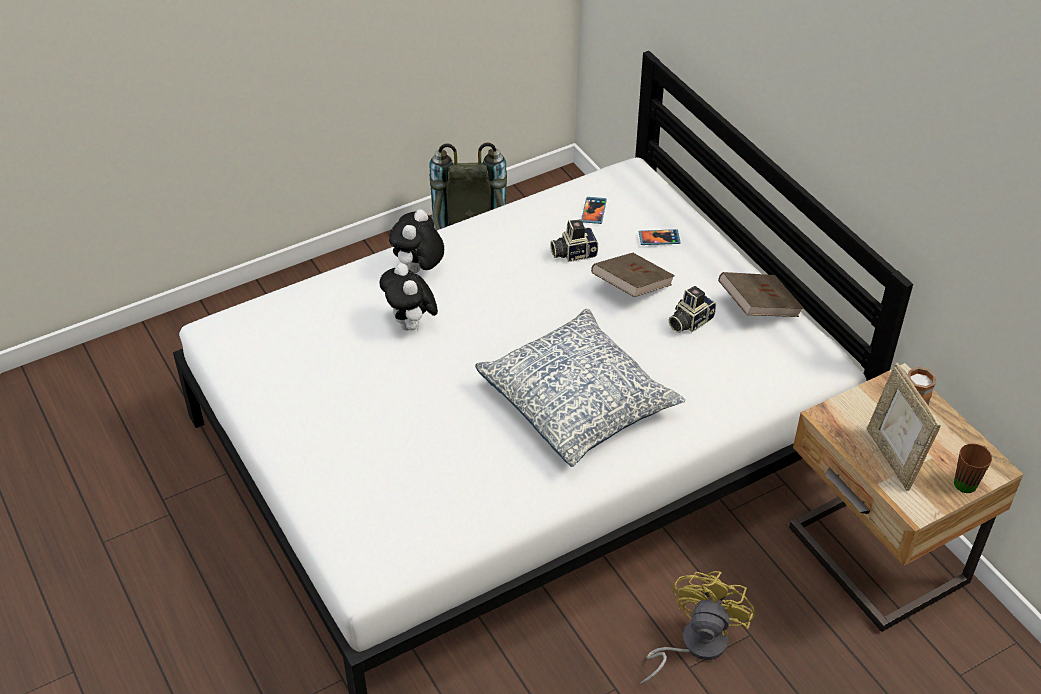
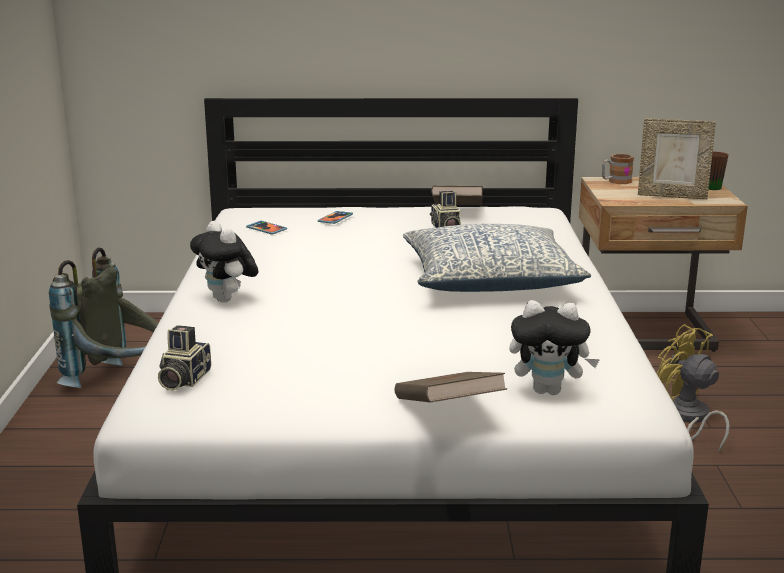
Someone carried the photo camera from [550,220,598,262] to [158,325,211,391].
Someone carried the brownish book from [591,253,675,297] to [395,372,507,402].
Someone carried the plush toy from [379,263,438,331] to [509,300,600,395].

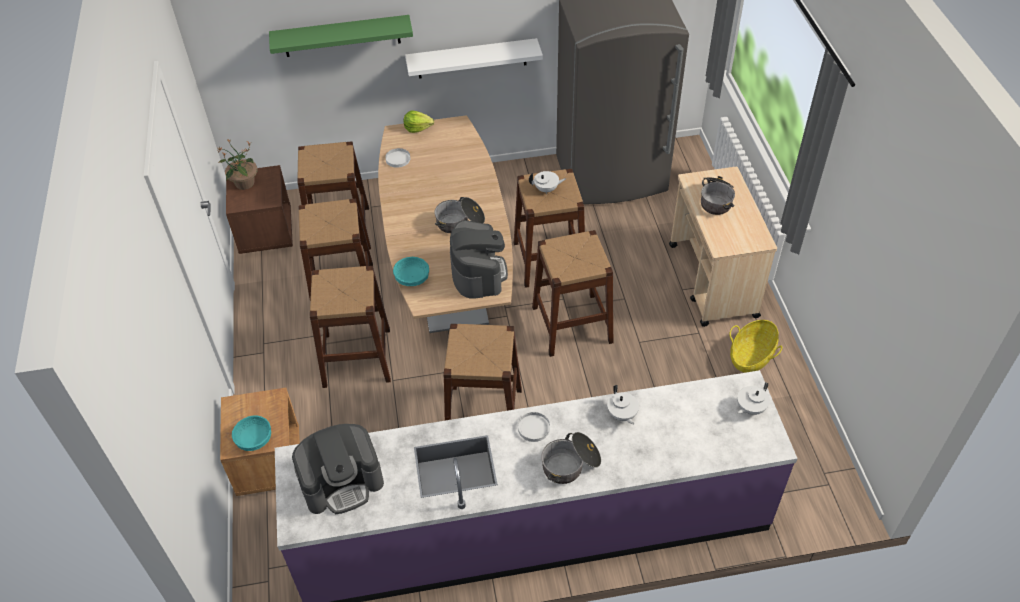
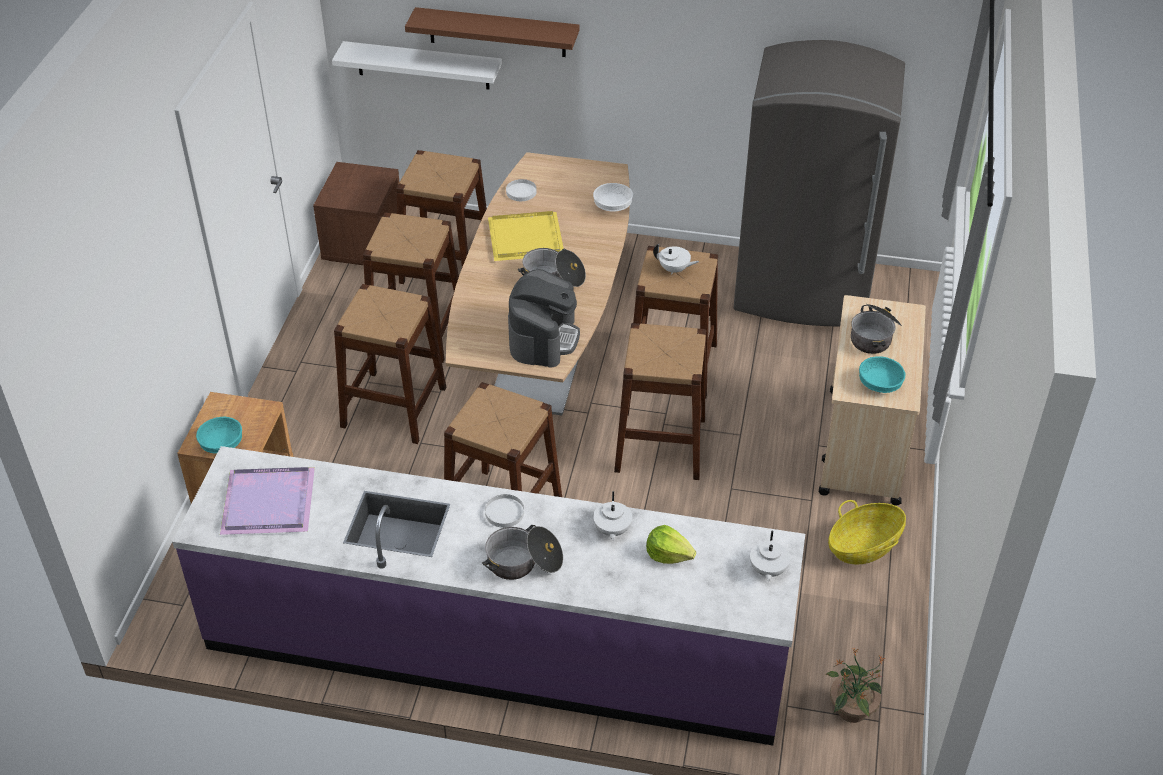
Someone repainted the green-coloured bracket shelf at [269,15,413,57], which became the brownish bracket shelf at [405,7,580,57].
Someone carried the white-coloured bracket shelf from [405,38,543,79] to [332,41,502,89].
Someone carried the head of lettuce from [404,111,434,133] to [646,525,696,564].
Someone carried the potted plant from [218,139,258,190] to [826,648,885,723].
Someone carried the blue-green bowl from [393,257,429,286] to [859,356,906,393].
Someone rotated the white-coloured teapot at [737,382,770,415] by 60 degrees counterclockwise.
Someone swapped the coffee maker at [292,424,384,514] for the purple tray at [220,467,315,535].
Someone put down the white-coloured bowl at [593,183,633,212].
Someone put down the yellow-coloured tray at [488,211,564,261].

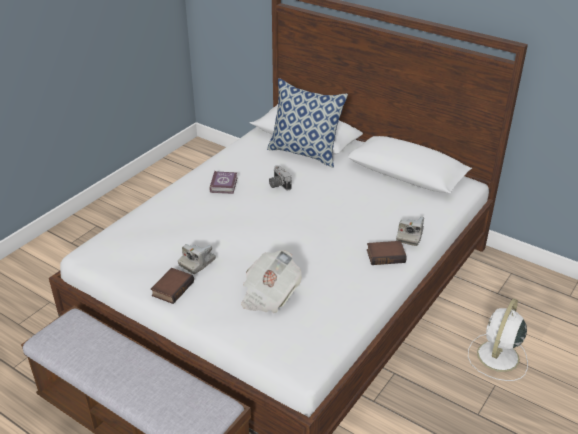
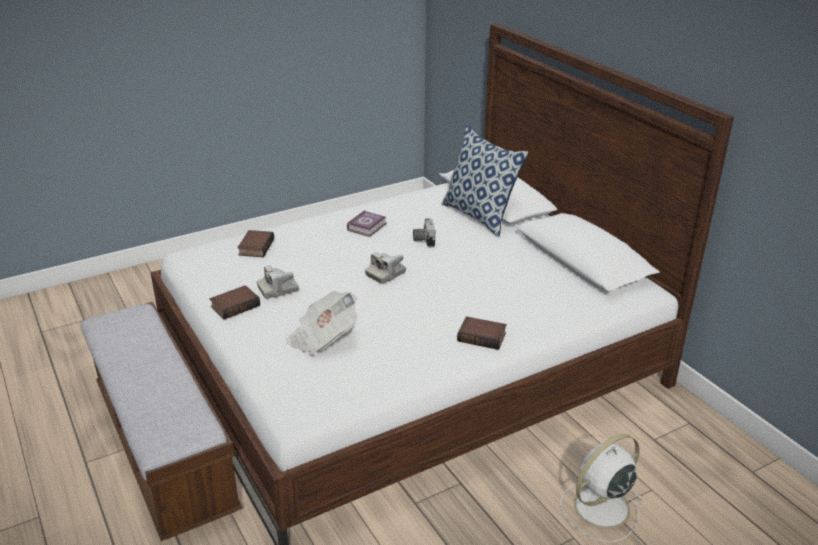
Someone carried the photo camera from [396,216,424,246] to [365,252,406,284].
Someone put down the book at [238,230,274,257].

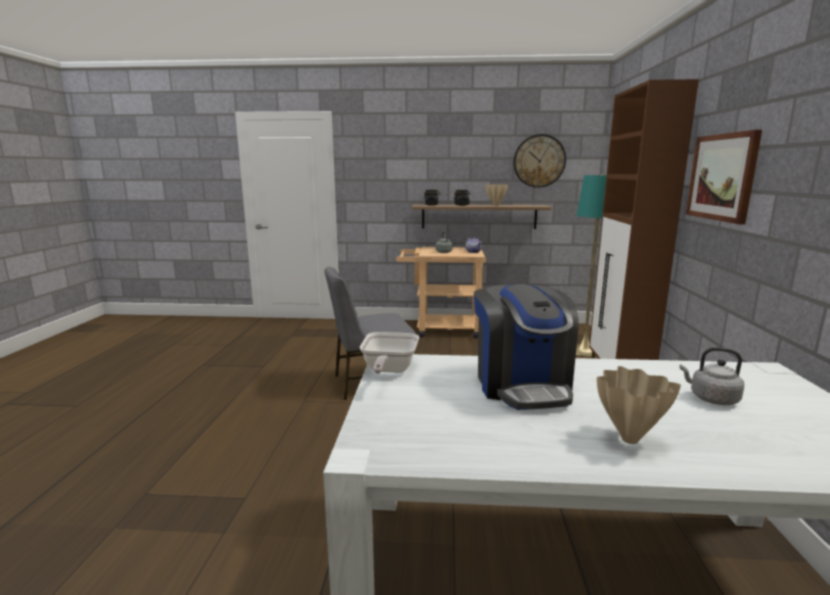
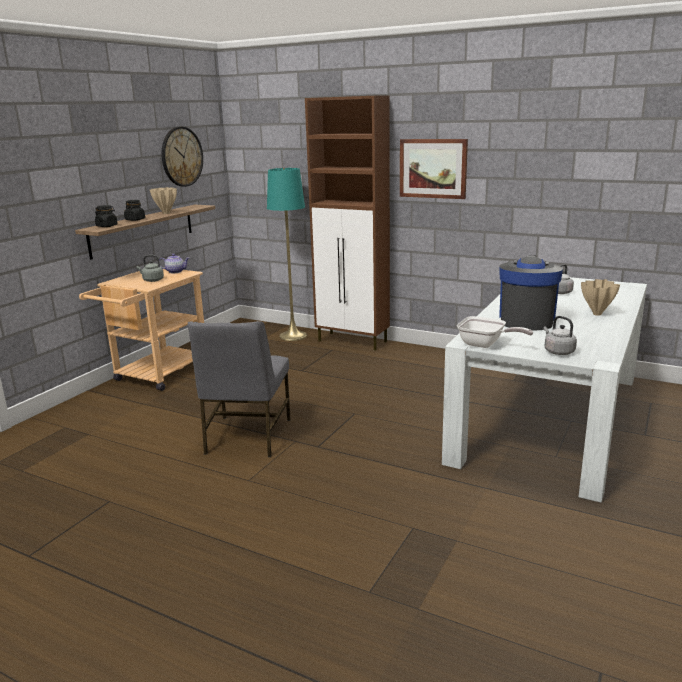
Someone rotated the coffee maker at [474,284,579,410] by 90 degrees counterclockwise.
Someone put down the grey kettle at [544,316,577,355].

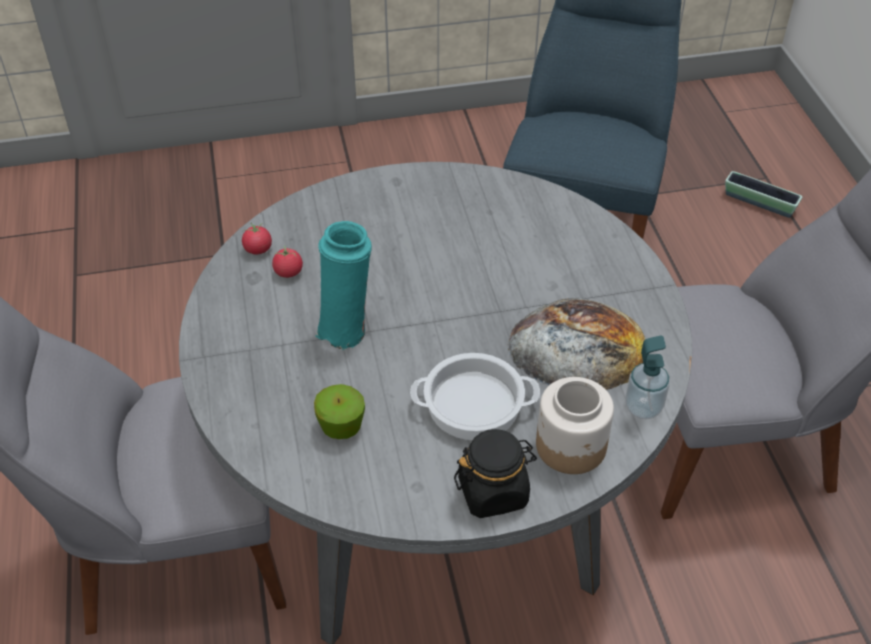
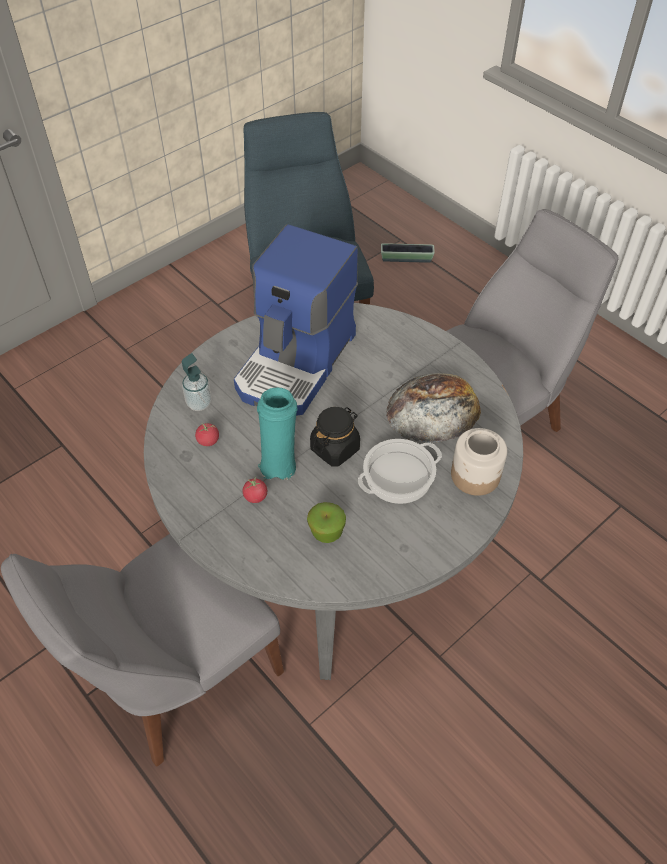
Someone carried the whole tomato from [242,222,272,254] to [243,476,267,503].
Someone carried the soap bottle from [625,336,670,419] to [182,353,212,411].
Someone carried the black storage jar from [454,429,537,518] to [310,407,360,467].
Someone put down the coffee maker at [234,224,358,416].

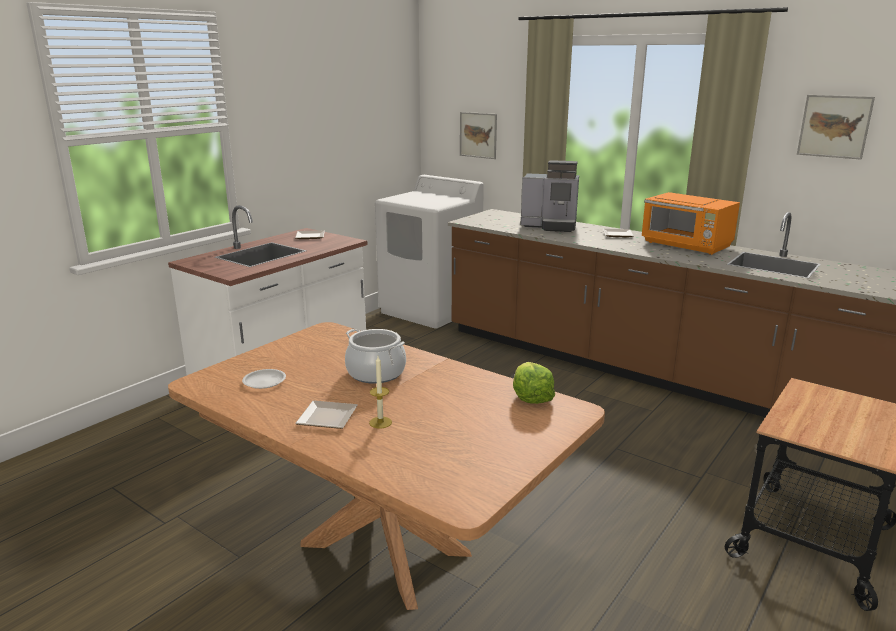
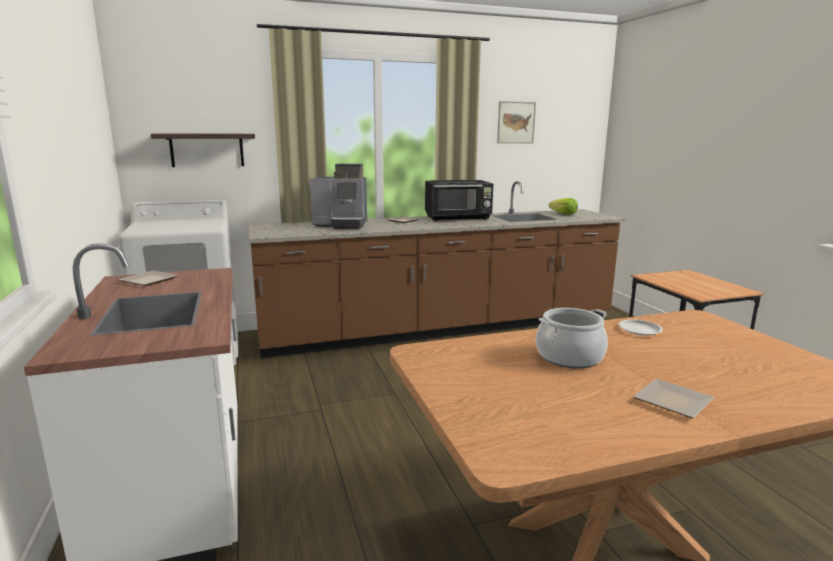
Someone swapped the wall picture at [460,112,497,159] for the bracket shelf at [150,133,255,167].
Someone rotated the coffee maker at [521,160,579,232] by 45 degrees clockwise.
Someone repainted the orange microwave at [641,192,740,255], which became the black microwave at [425,180,493,221].
Someone took away the wax light at [369,356,392,428].
Someone carried the head of lettuce from [513,362,555,404] to [549,198,578,215].
Someone carried the white-coloured flat dish from [242,369,286,389] to [619,319,663,336].

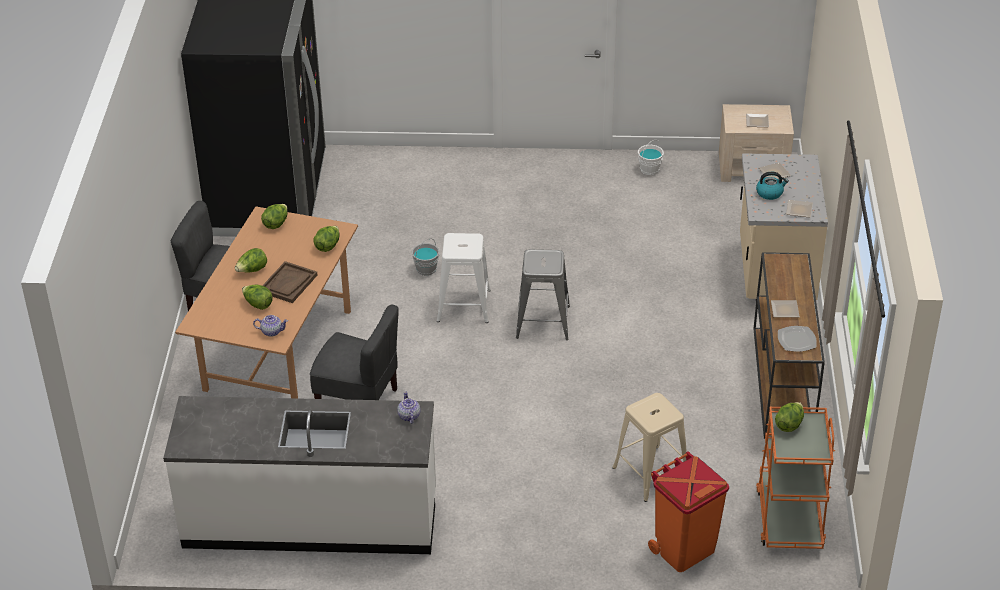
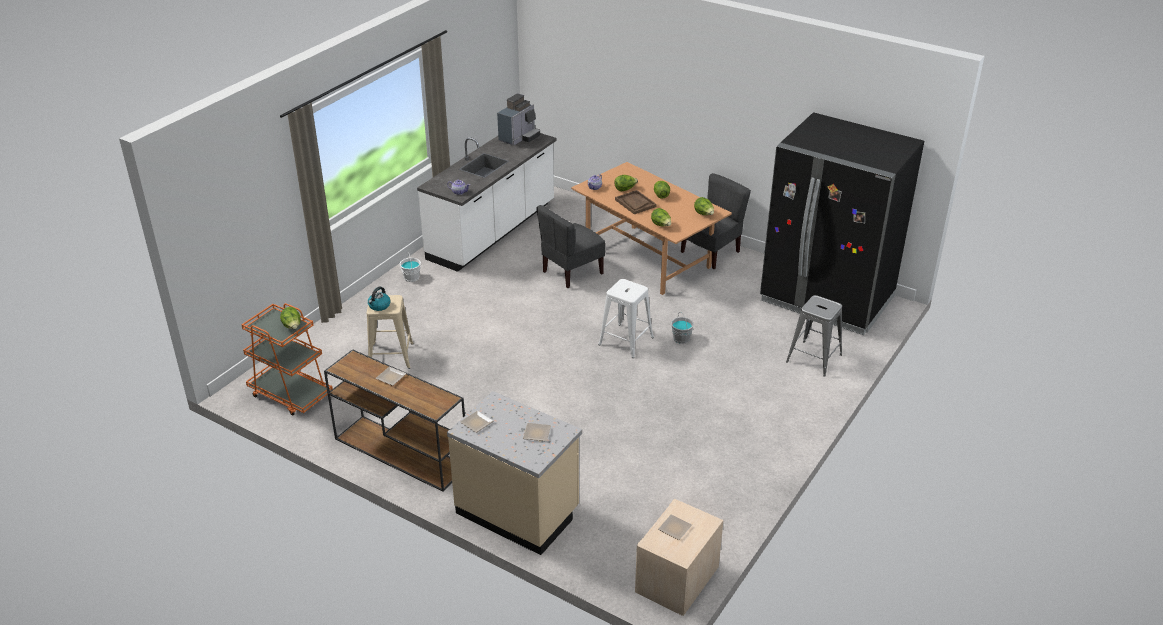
Someone carried the white-coloured water bucket from [638,140,664,175] to [400,252,421,282].
Someone carried the kettle from [756,172,789,200] to [368,286,390,311].
Someone carried the grey stool from [516,249,570,340] to [786,295,842,377].
Someone took away the flat dish at [778,326,817,352].
Someone took away the orange trash can at [648,452,729,572].
Someone put down the coffee maker at [497,93,540,146].

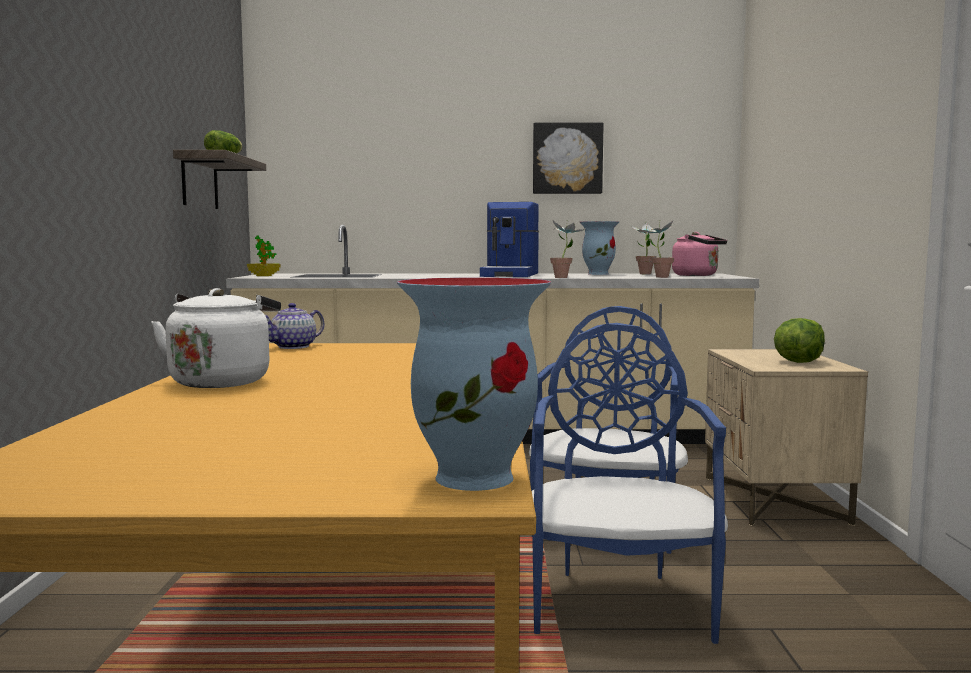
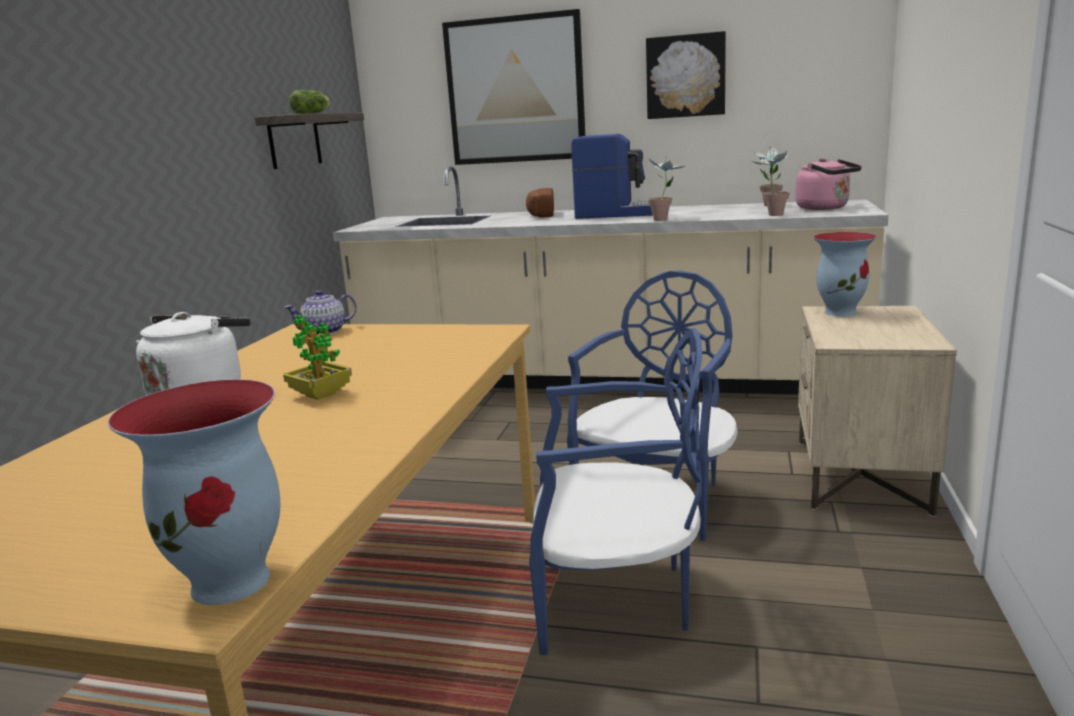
Someone rotated the coffee maker at [480,202,539,277] by 105 degrees counterclockwise.
Someone carried the decorative vase from [580,221,619,275] to [813,232,877,316].
Someone carried the potted plant from [247,236,280,276] to [283,315,352,400].
Someone took away the head of lettuce at [774,318,825,363].
Someone rotated the blue chair at [532,323,728,644] by 75 degrees clockwise.
Someone put up the wall picture at [442,9,585,165].
Someone put down the bakery bread at [526,188,554,218].

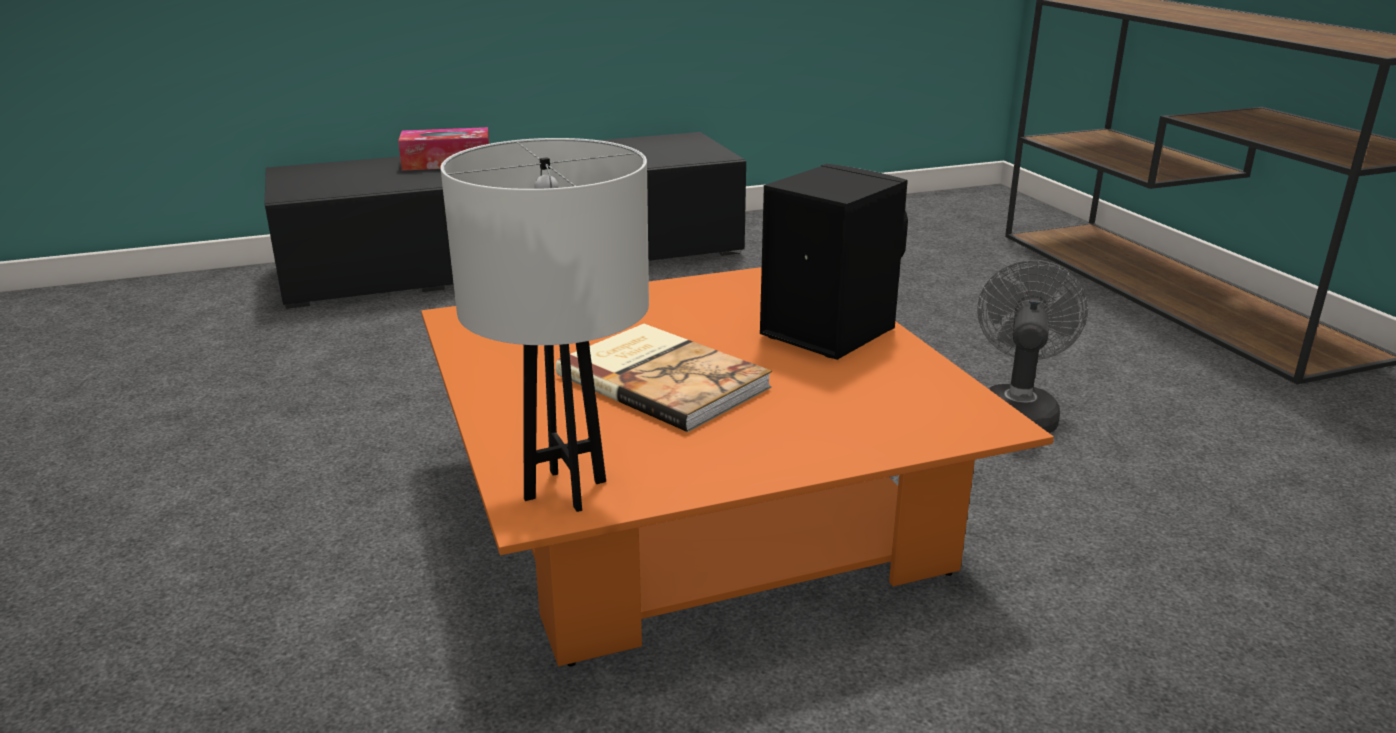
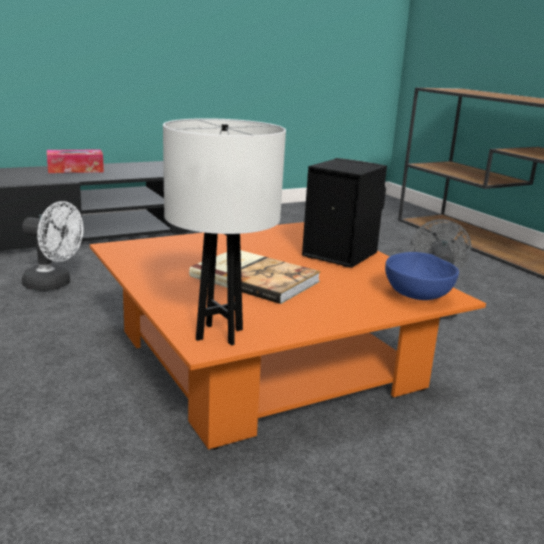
Someone put down the white-coloured cooling fan at [22,201,83,291].
Someone put down the blue bowl at [385,252,459,300].

